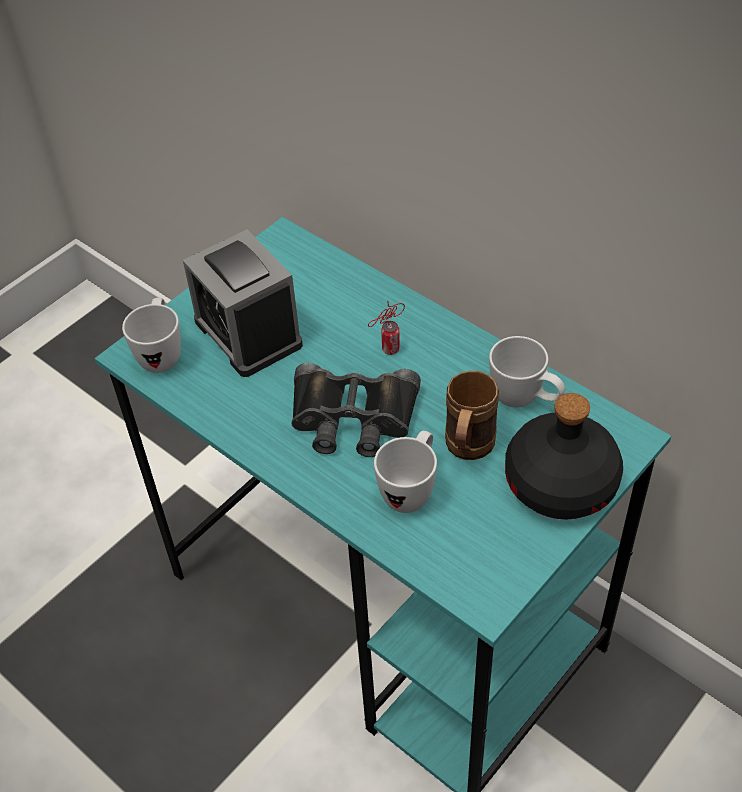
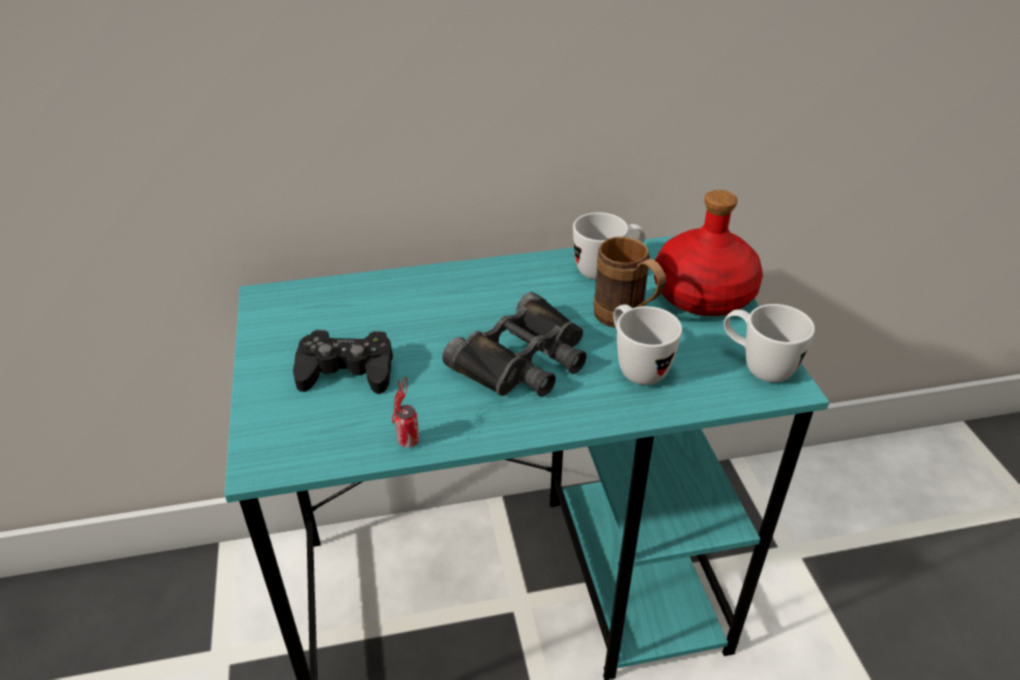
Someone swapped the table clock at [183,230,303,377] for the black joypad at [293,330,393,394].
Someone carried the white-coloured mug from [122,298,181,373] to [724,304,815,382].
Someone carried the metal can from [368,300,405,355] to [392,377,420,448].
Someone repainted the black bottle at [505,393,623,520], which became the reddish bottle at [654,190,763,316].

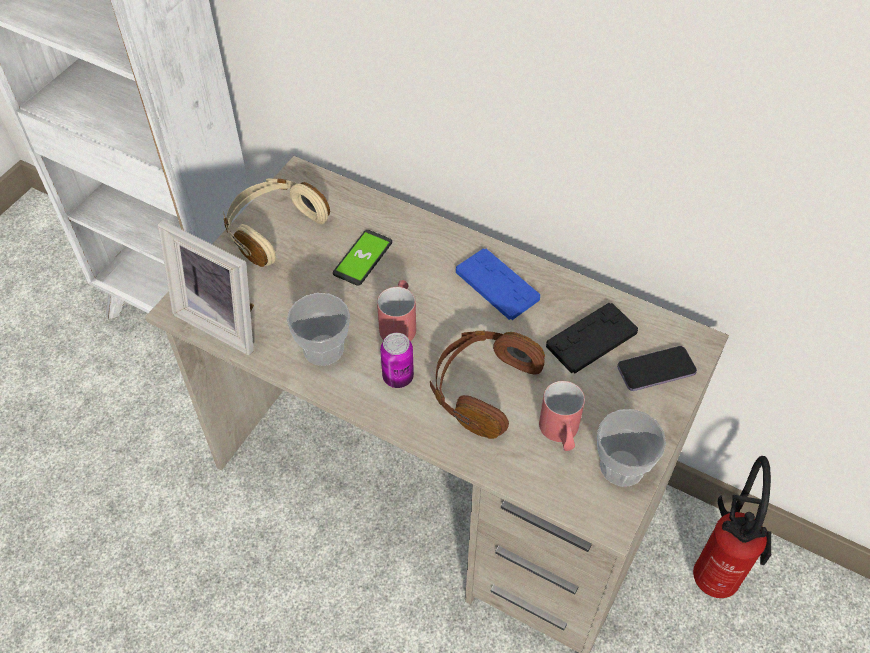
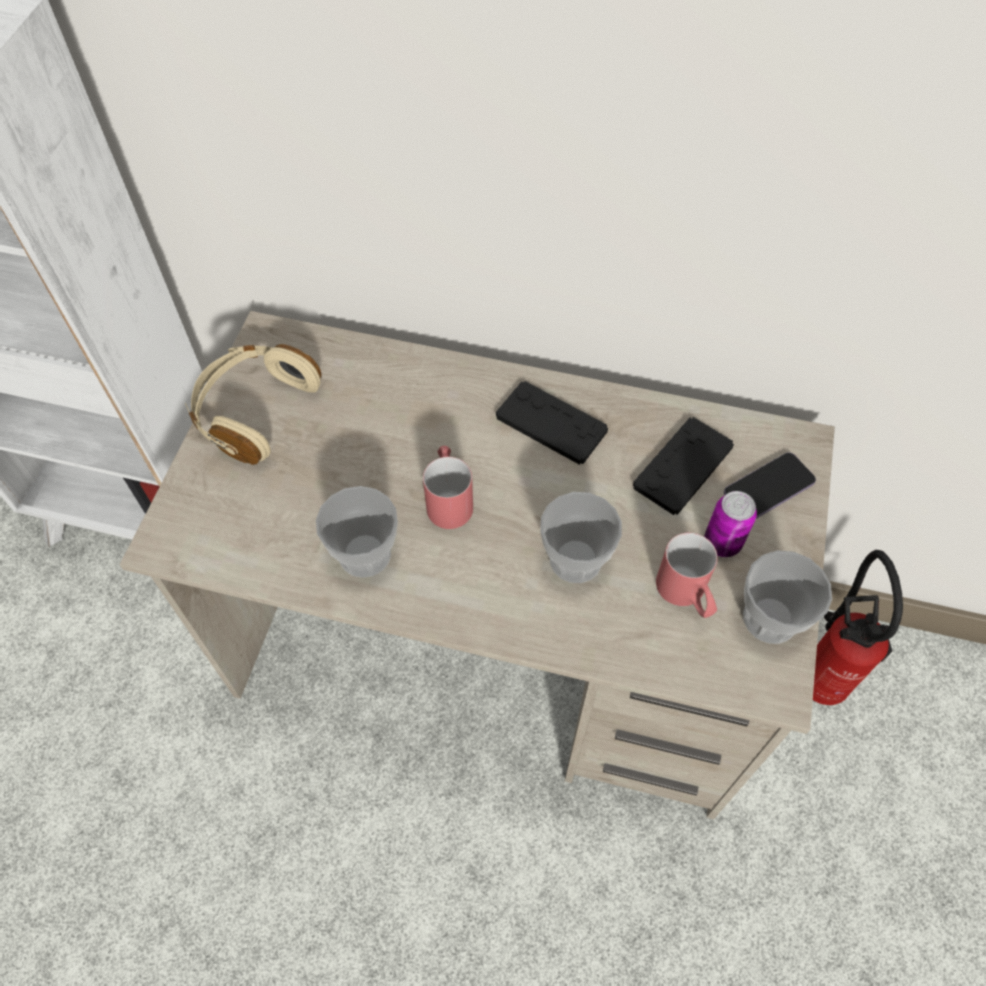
Someone took away the photo frame at [158,220,254,355].
Someone took away the handset at [333,230,392,286].
Someone repainted the blue joypad at [456,248,540,320], which became the black joypad at [496,381,608,465].
Someone swapped the brownish headphones at [430,331,545,439] for the small cup at [540,492,622,583].
Someone carried the metal can from [380,333,414,388] to [704,491,757,557].

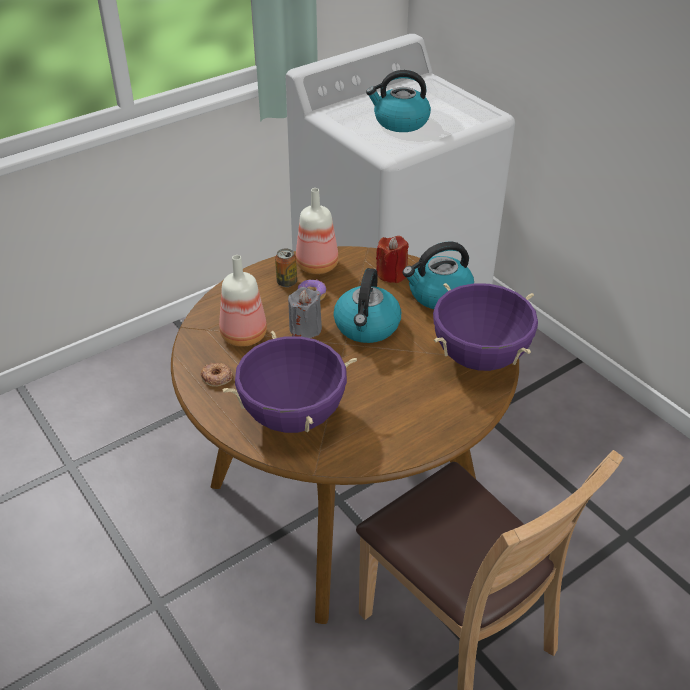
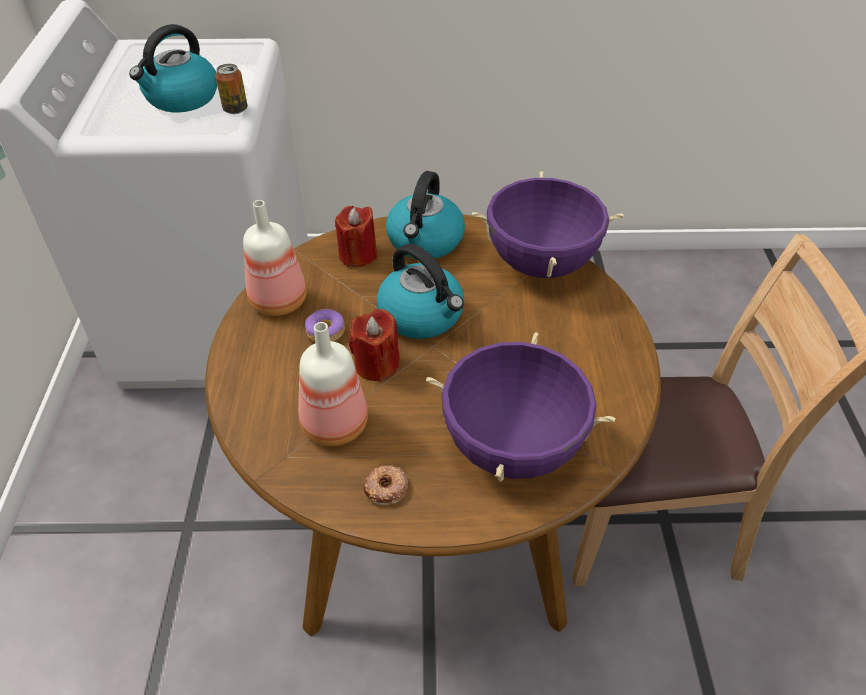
Someone carried the metal can from [275,248,297,287] to [215,64,248,114].
Someone repainted the grey wax light at [288,287,322,338], which became the reddish wax light at [349,309,400,382].

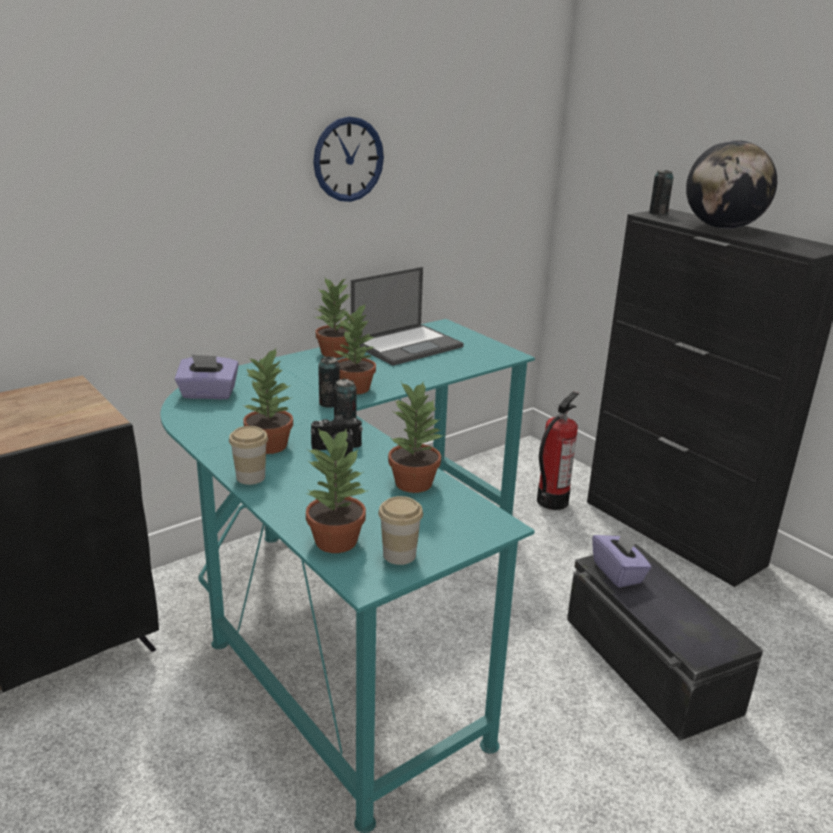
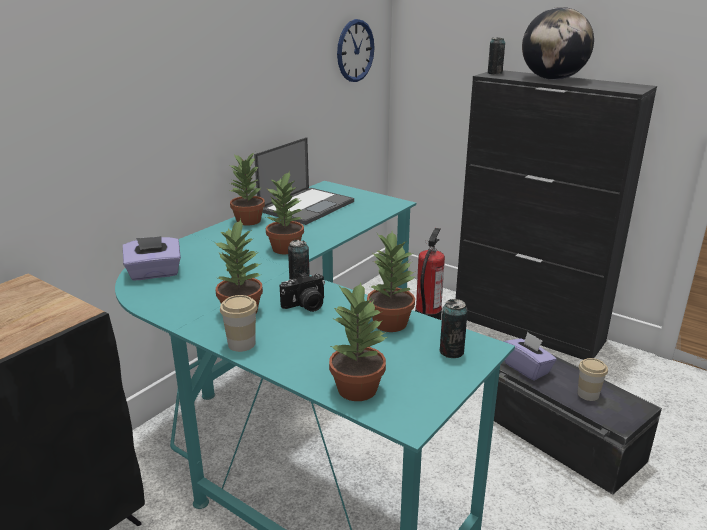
Someone carried the wall clock from [313,116,384,202] to [337,19,374,82].
Someone carried the metal can from [318,356,340,408] to [440,299,468,358].
Someone carried the small cup from [378,496,423,565] to [578,358,608,401].

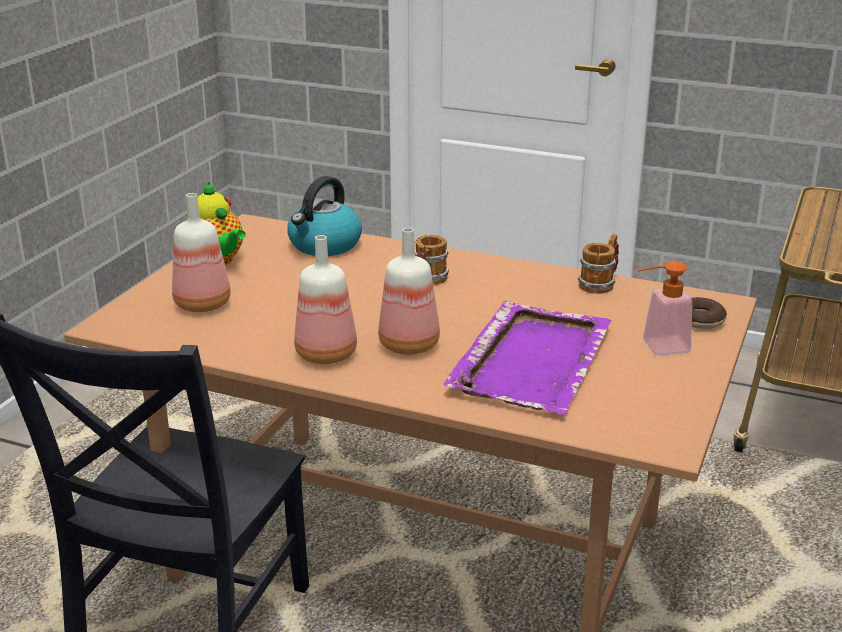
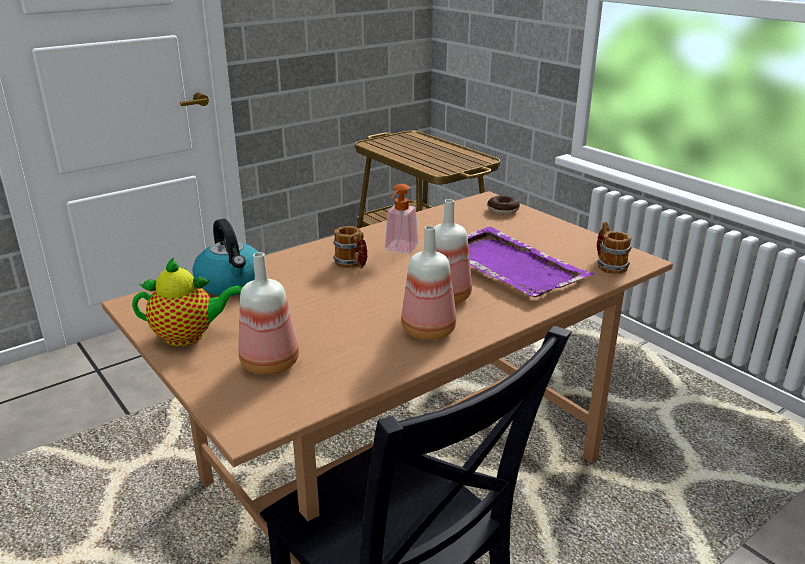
Someone carried the mug from [578,234,619,294] to [597,222,632,274].
Someone carried the soap bottle from [638,261,692,356] to [385,184,419,253].

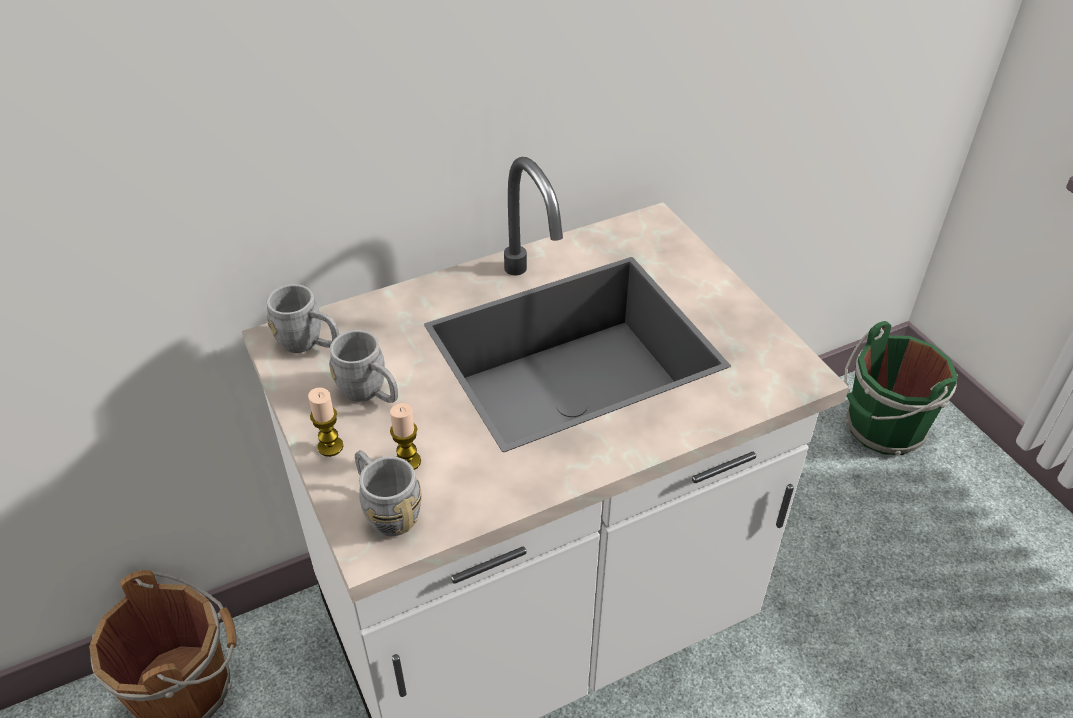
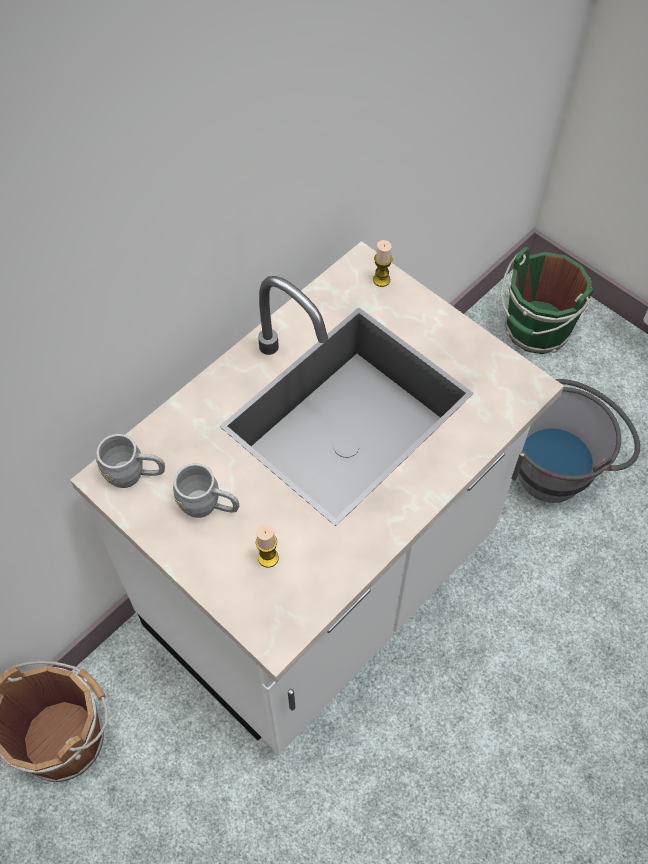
Someone carried the wax light from [308,387,343,457] to [373,240,393,287].
Someone took away the grey mug at [355,450,422,536].
Someone put down the grey water bucket at [518,379,640,503].

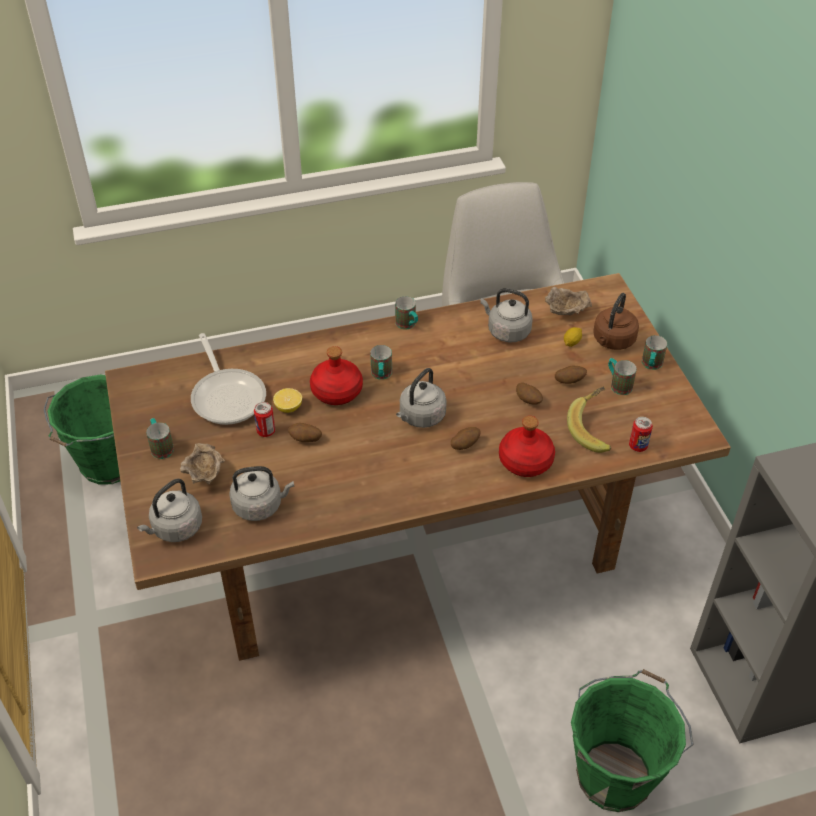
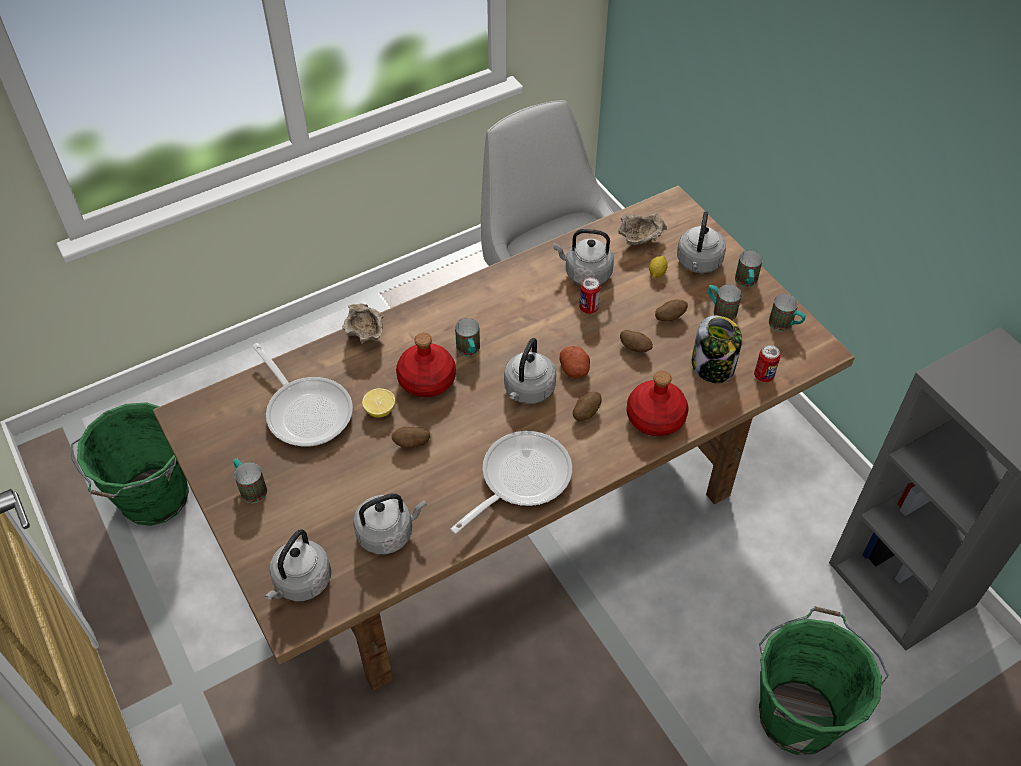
Someone repainted the brownish kettle at [593,293,639,350], which became the grey kettle at [677,211,726,273].
Someone carried the mug from [395,296,418,330] to [769,294,806,332].
Someone swapped the banana fruit at [567,386,611,453] for the storage jar at [692,316,742,383].
Someone carried the metal can from [254,402,275,437] to [579,277,600,314].
Someone carried the sand-coloured bowl from [180,443,225,485] to [342,303,384,344].
Someone put down the whole potato at [560,346,590,378].
Someone put down the skillet at [451,431,572,534].

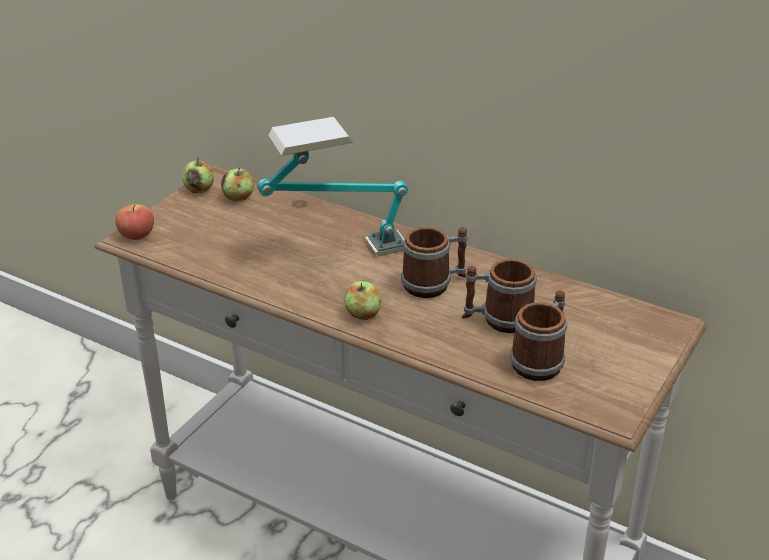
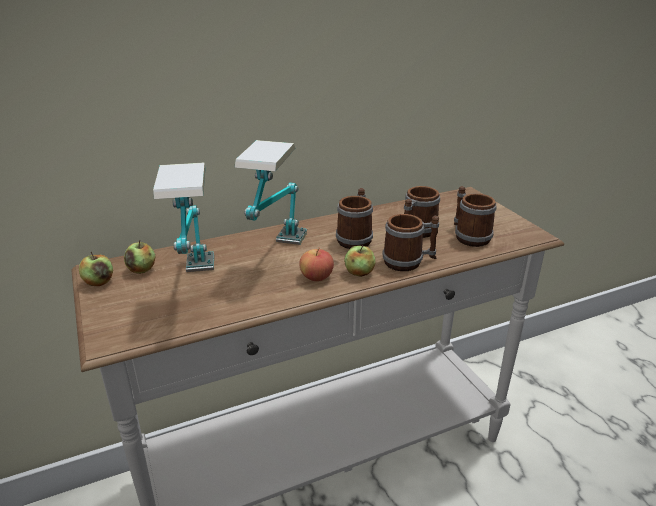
Someone carried the apple fruit from [115,204,154,240] to [299,248,334,281].
Someone put down the tabletop lamp at [153,162,214,272].
Someone put down the mug at [382,214,439,271].

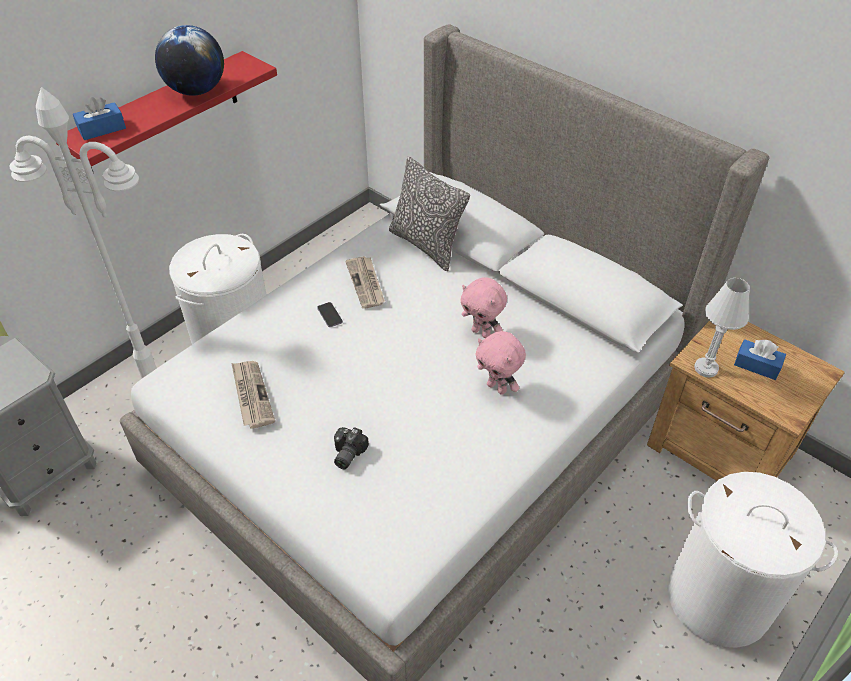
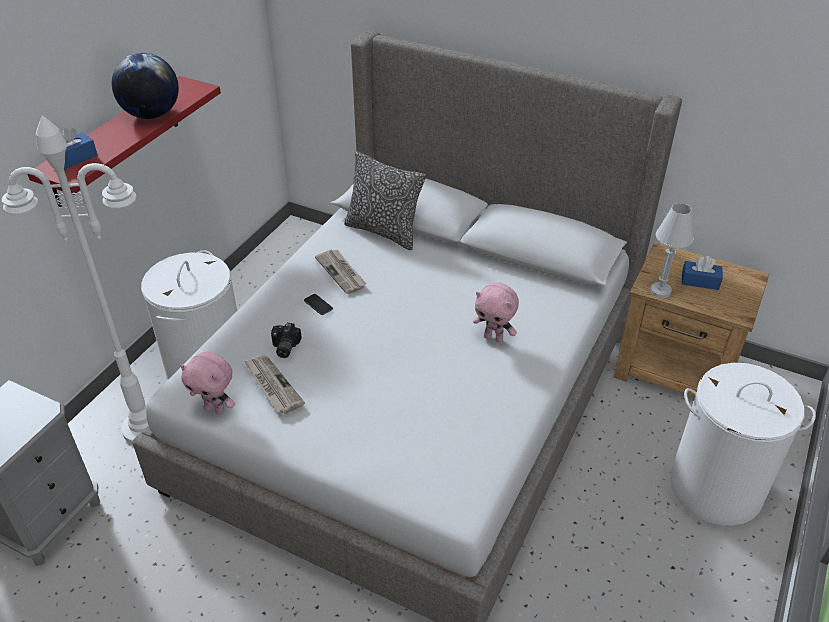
Someone carried the pink plush toy from [461,277,507,338] to [180,352,235,415].
Someone carried the photo camera from [334,427,369,469] to [271,323,302,358].

